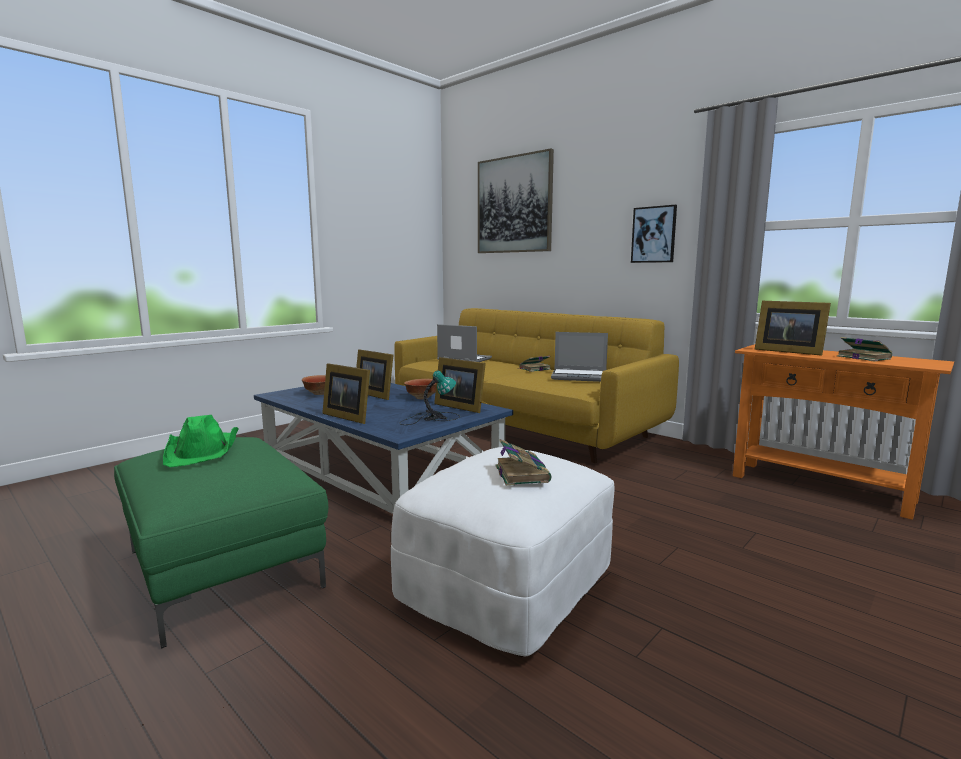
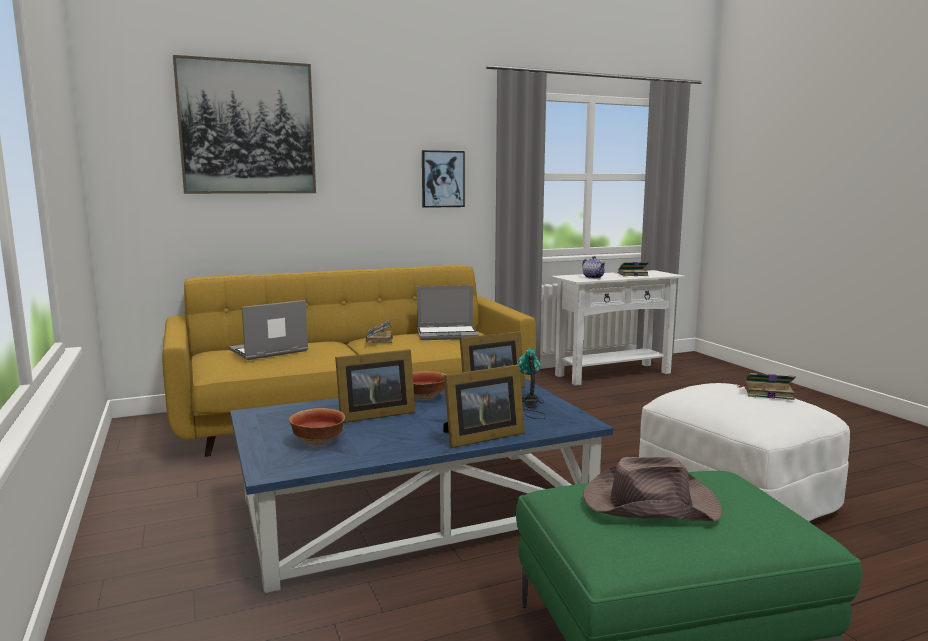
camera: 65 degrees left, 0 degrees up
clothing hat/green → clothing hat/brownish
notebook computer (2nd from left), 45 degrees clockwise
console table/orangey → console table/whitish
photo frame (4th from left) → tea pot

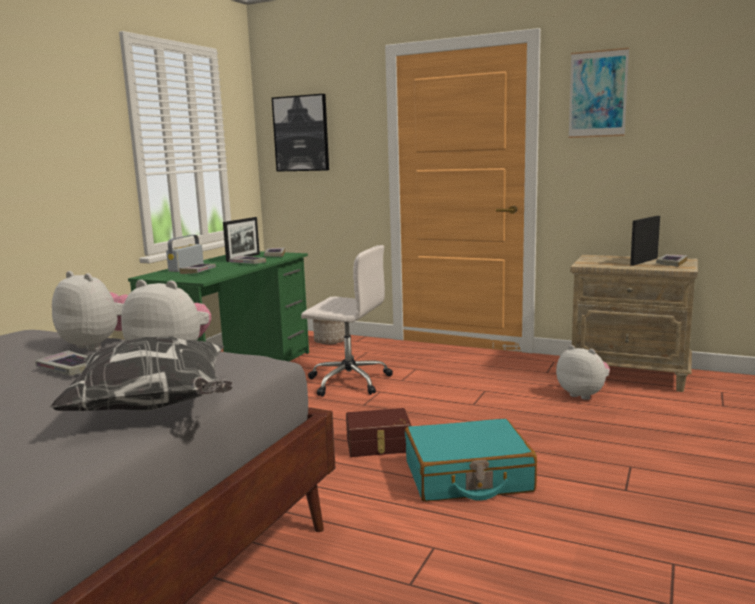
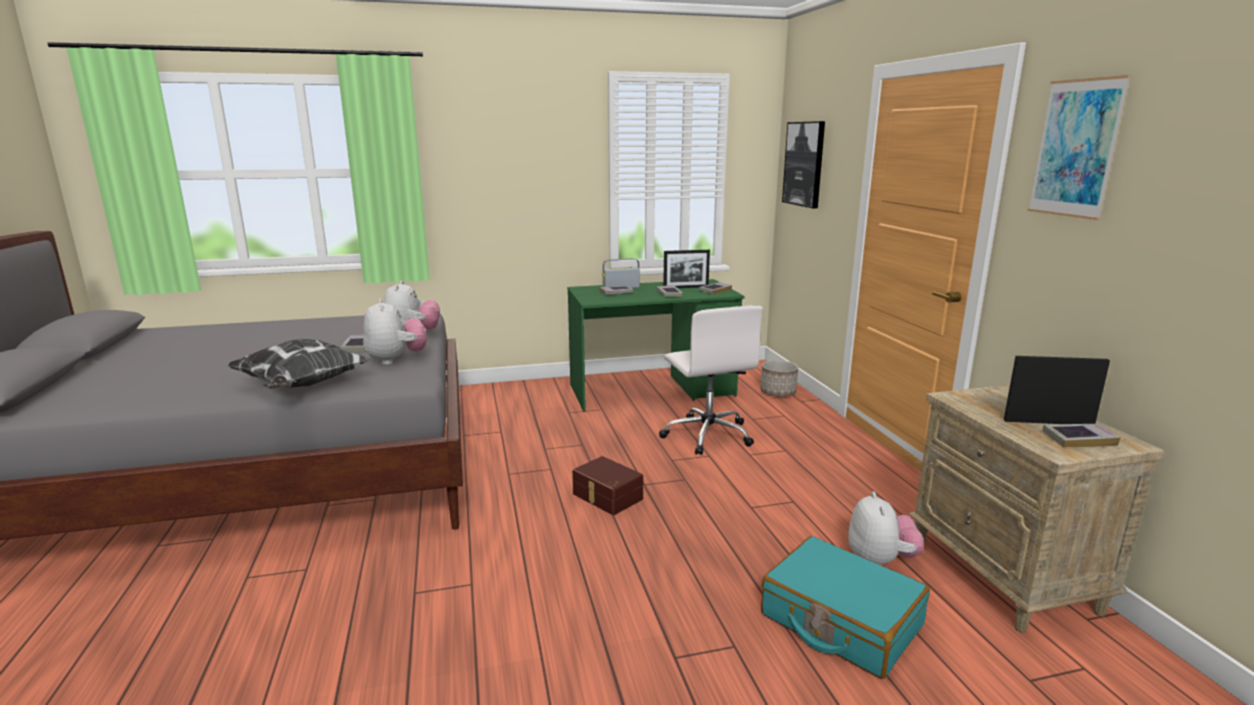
camera: 50 degrees right, 5 degrees up
piece of luggage/turquoise, moved

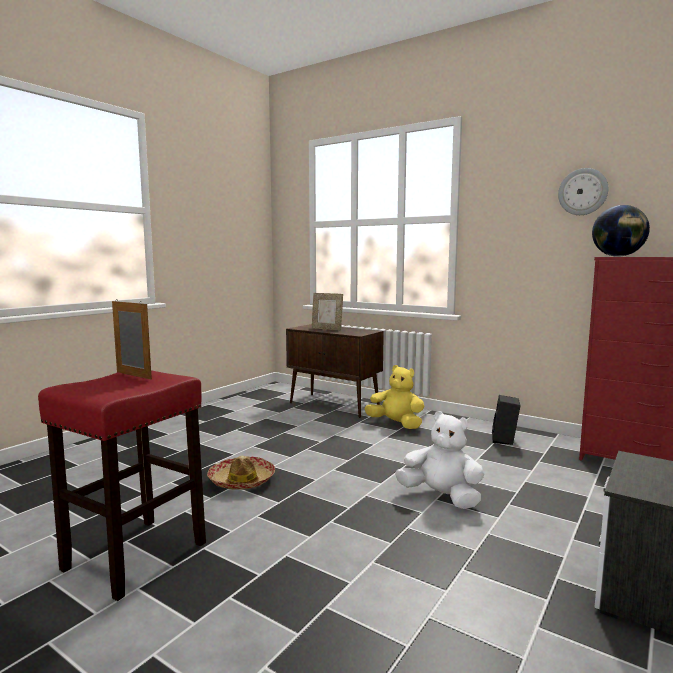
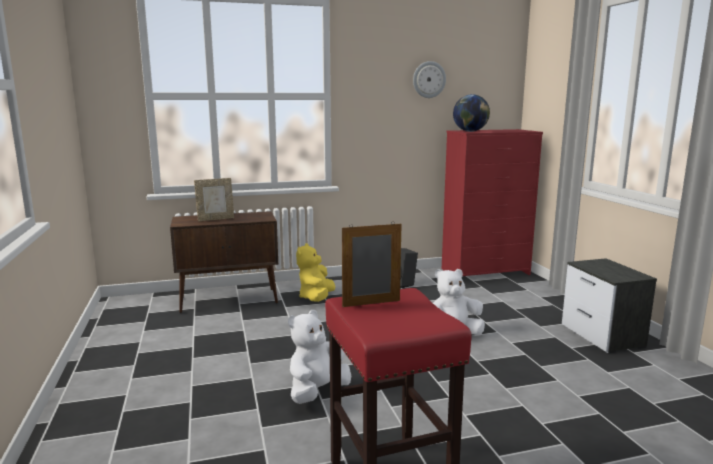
camera: 50 degrees left, 5 degrees up
clothing hat → soft toy/whitish (1st from left)
soft toy/yellow, 60 degrees counterclockwise

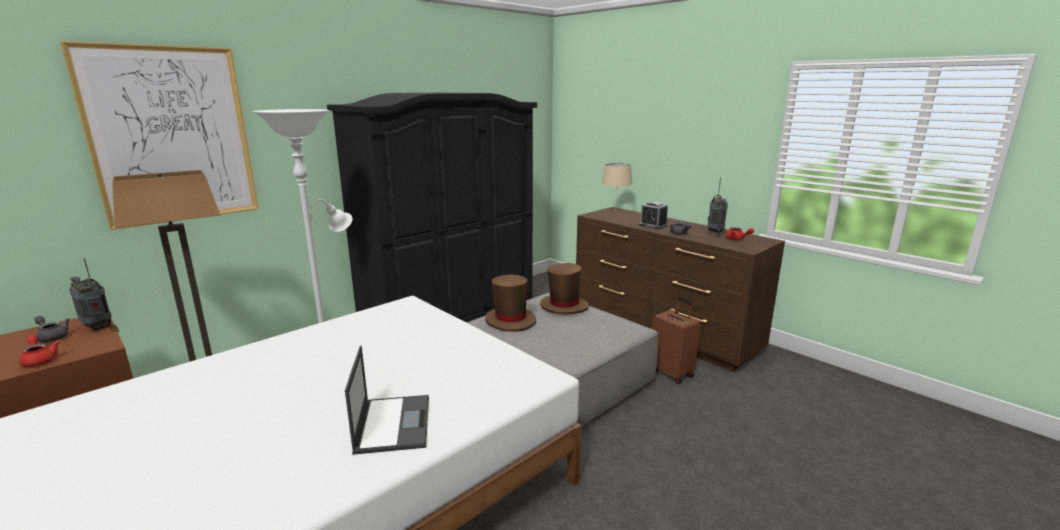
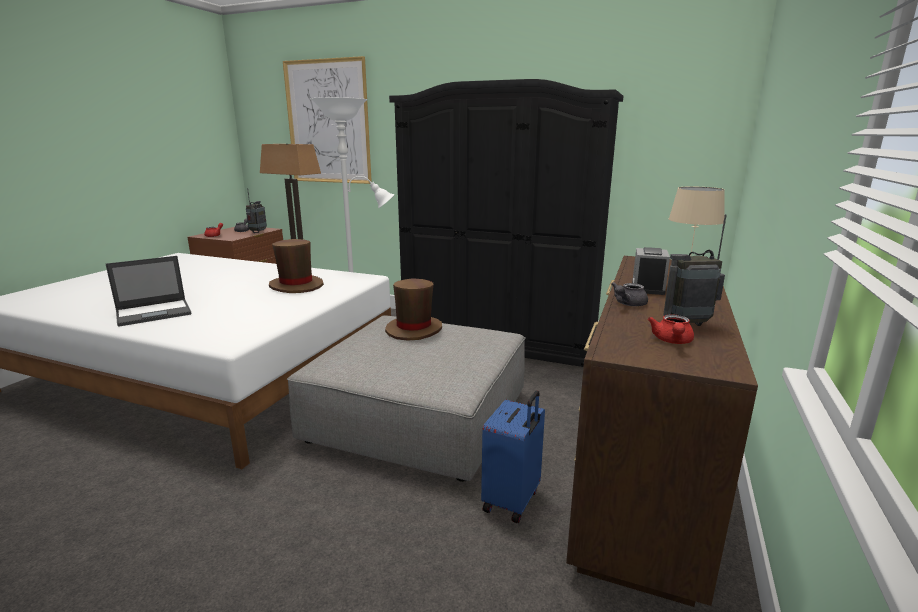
camera: 65 degrees right, 0 degrees up
clothing hat/brownish (2nd from left in the first image) → clothing hat/brownish (1st from left), moved
piece of luggage/brownish → piece of luggage/blue

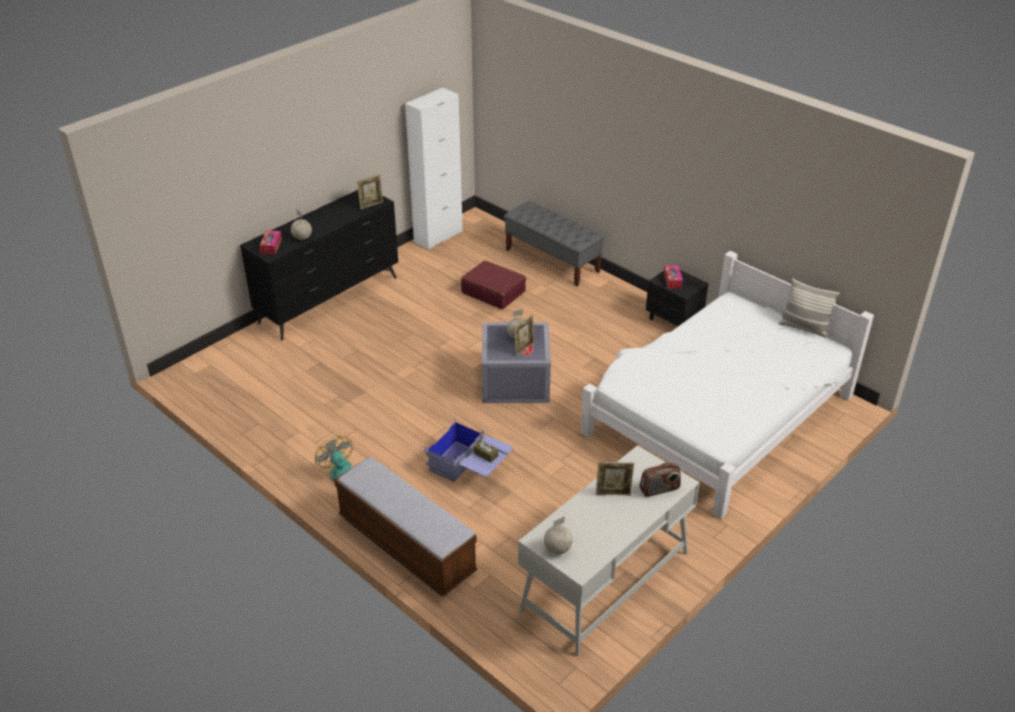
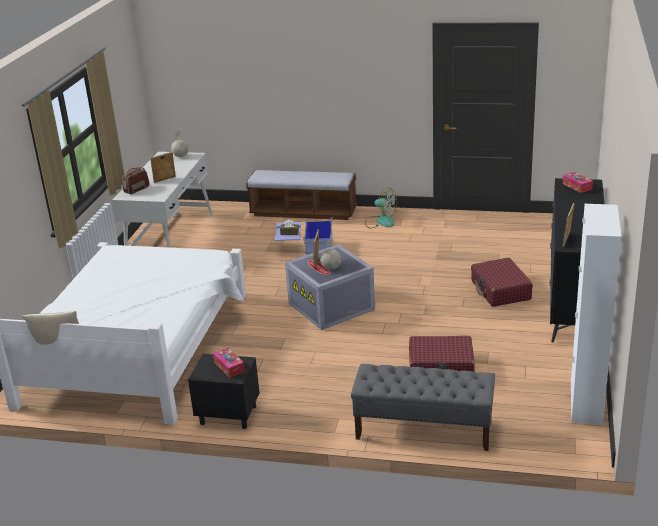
camera: 150 degrees right, 10 degrees down
desk globe (1st from left) → -
- → piece of luggage/reddish (2nd from left)

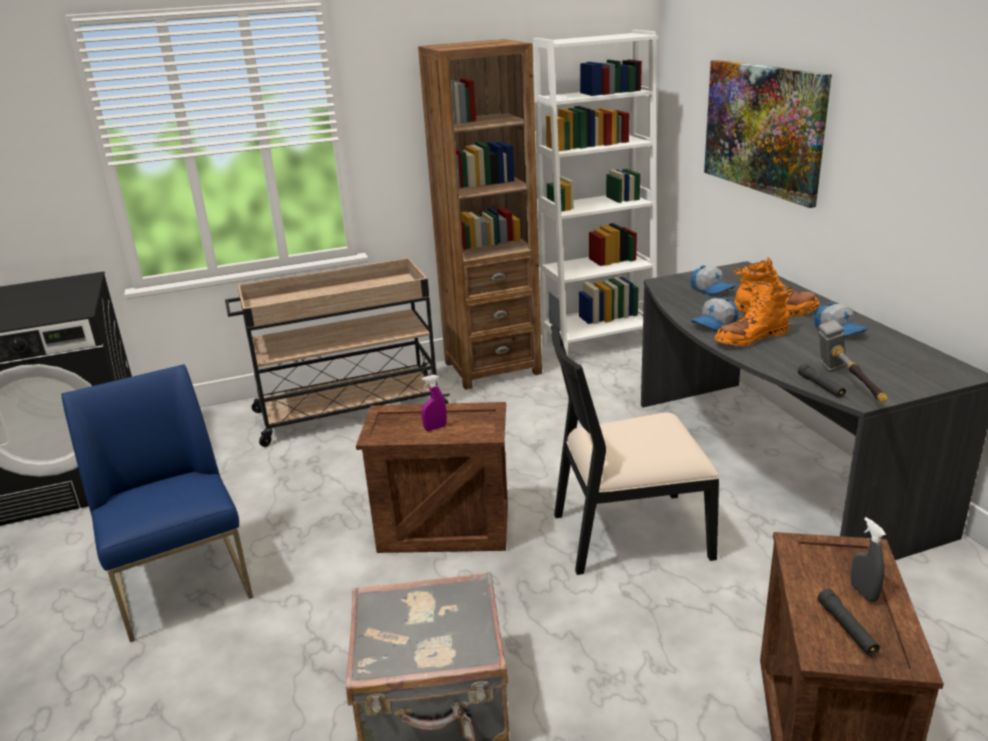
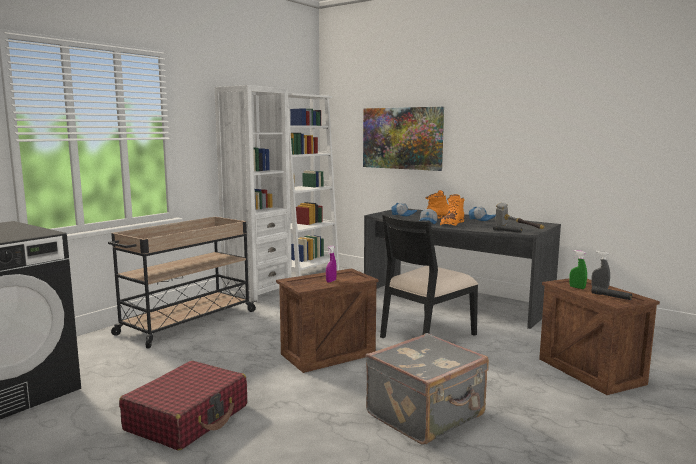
camera: 35 degrees left, 15 degrees down
upright chair/blue → piece of luggage/reddish
bookcase/brownish → bookcase/whitish (1st from left)
- → spray bottle/green

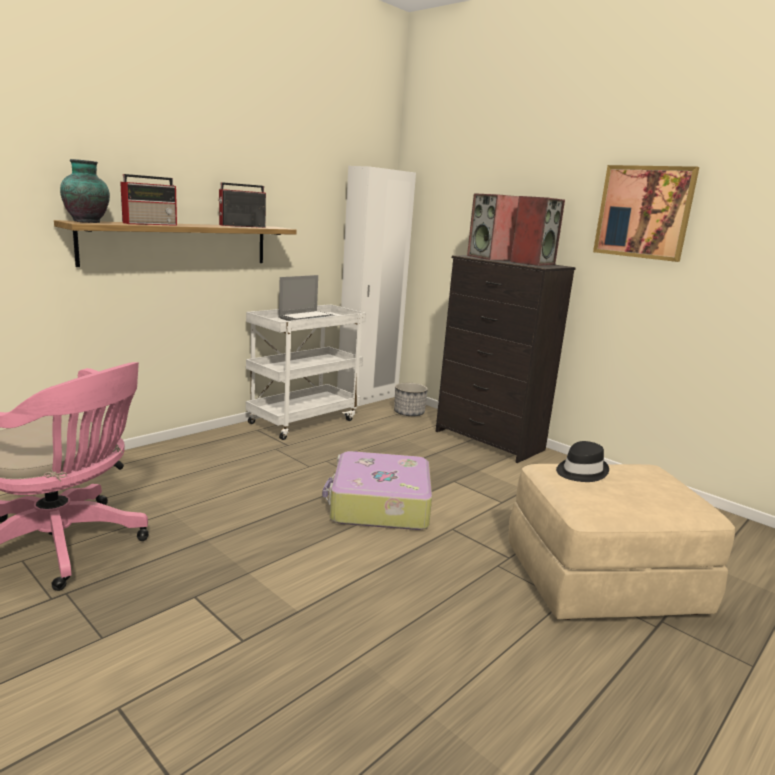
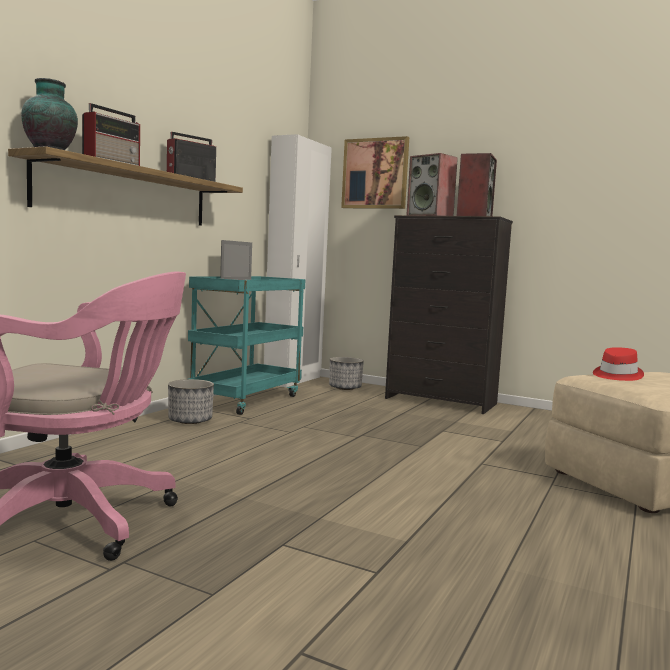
camera: 15 degrees left, 10 degrees down
cart/whitish → cart/turquoise
piece of luggage → -
clothing hat/black → clothing hat/reddish
wall art, moved
- → plant pot (1st from left)

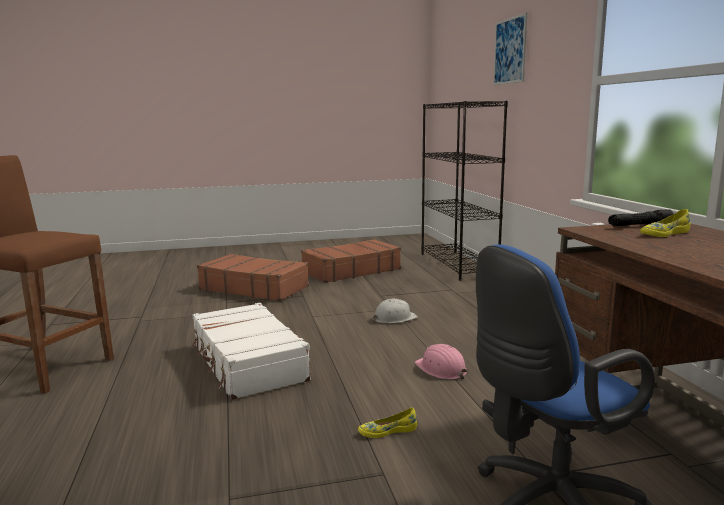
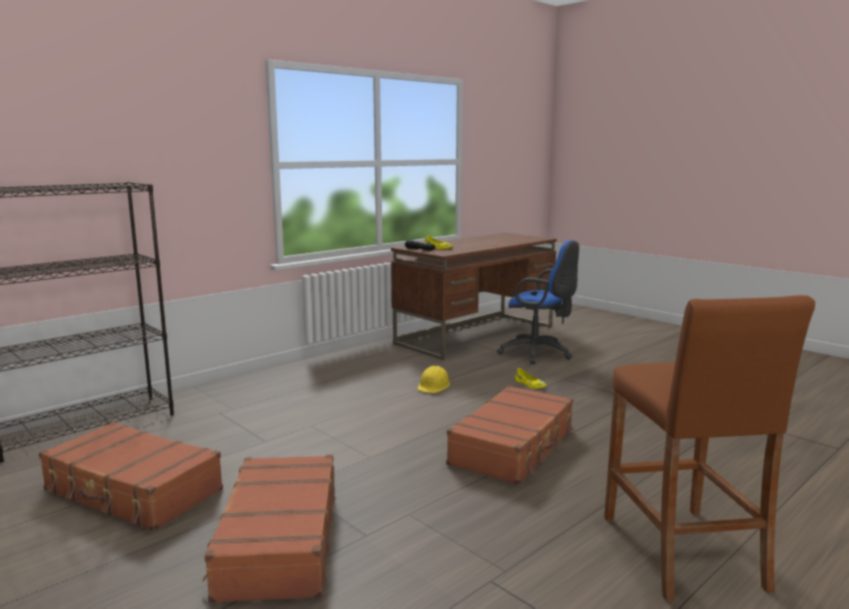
camera: 120 degrees left, 0 degrees up
piece of luggage/whitish → piece of luggage/brownish (3rd from left)
hard hat/whitish → -
hard hat/pink → hard hat/yellow
wall art → -

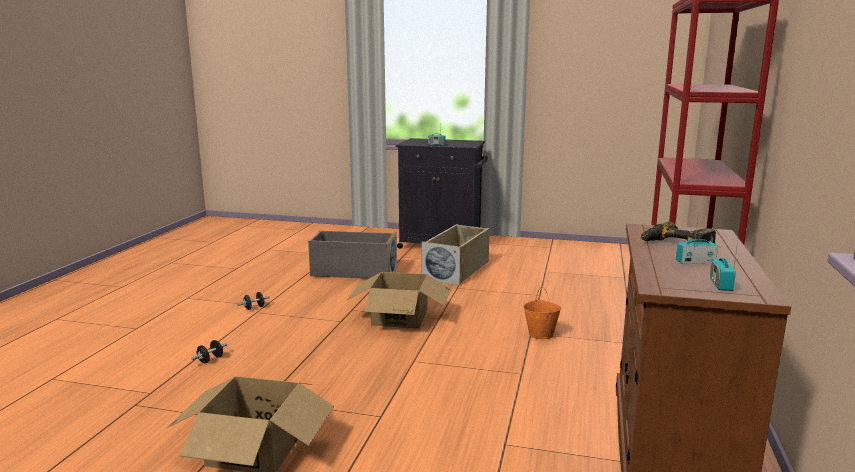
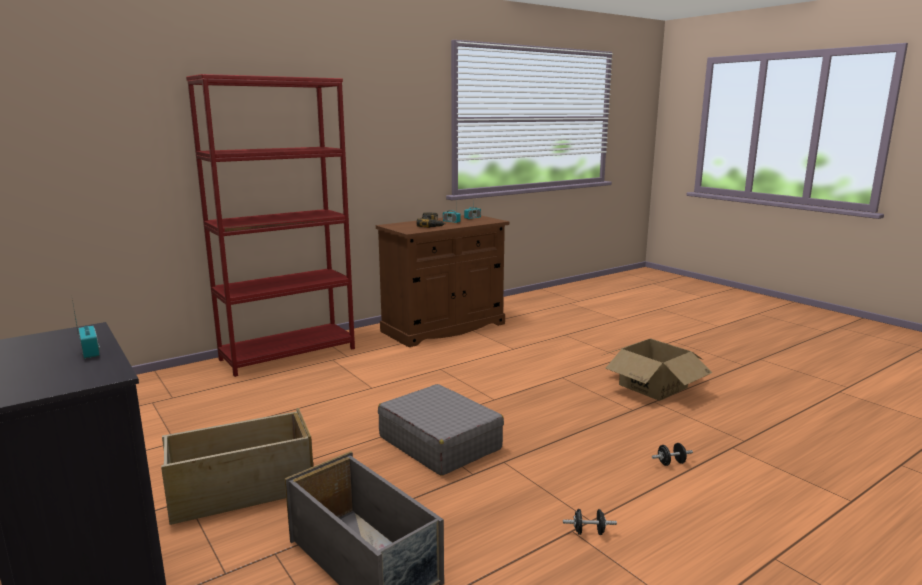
camera: 140 degrees left, 0 degrees up
carton (2nd from left) → piece of luggage/gray
bucket/orangey → -

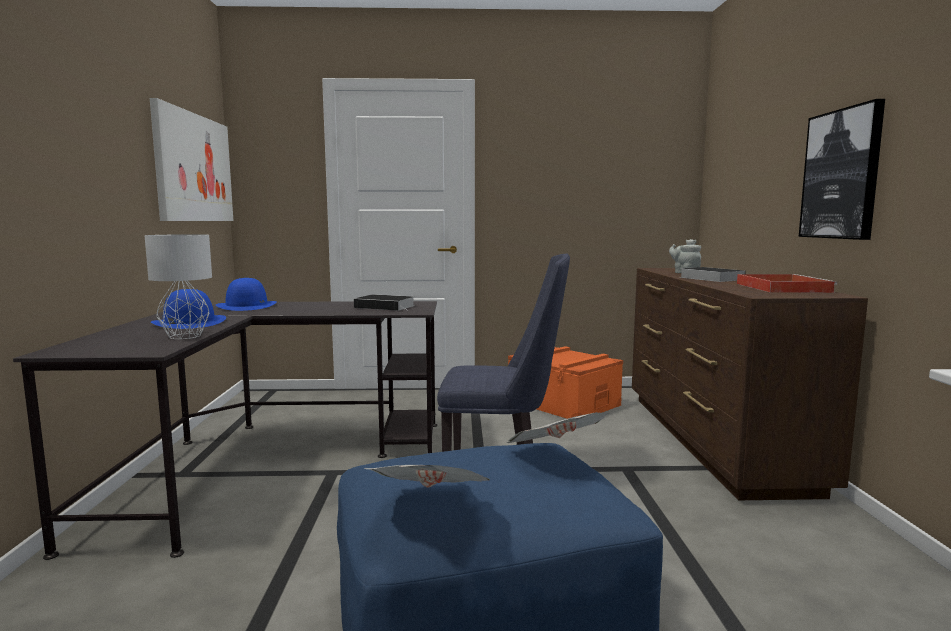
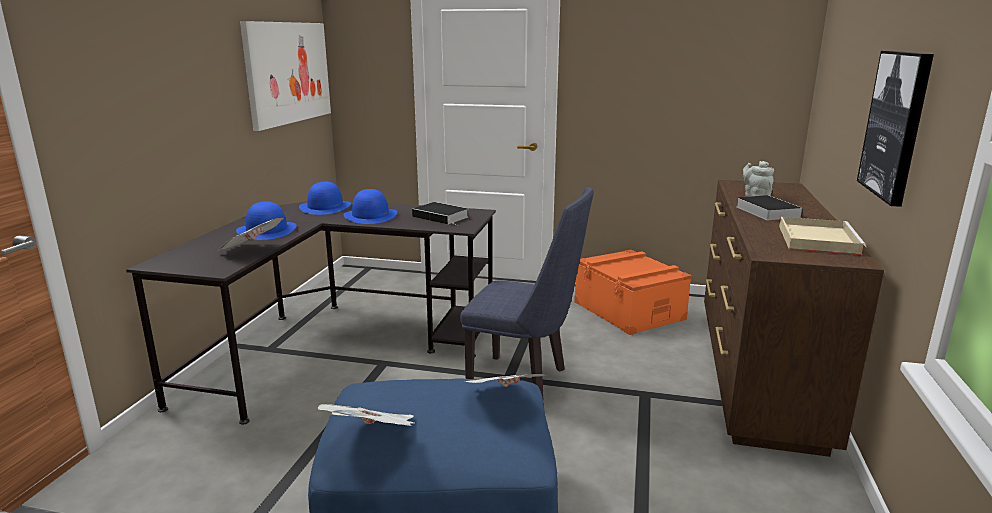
camera: 15 degrees right, 10 degrees up
tabletop lamp/gray → daily paper (1st from left)
carrying tray/reddish → carrying tray/beige-coloured
- → clothing hat/blue (3rd from left)

